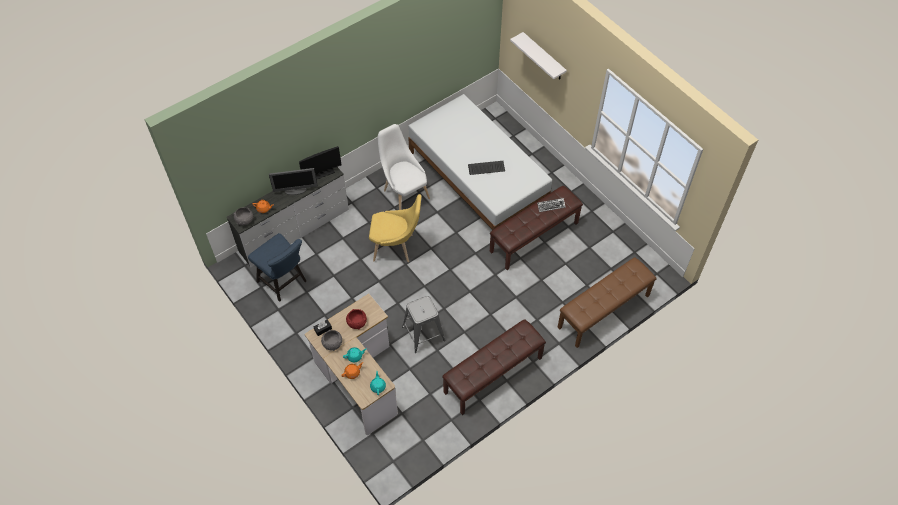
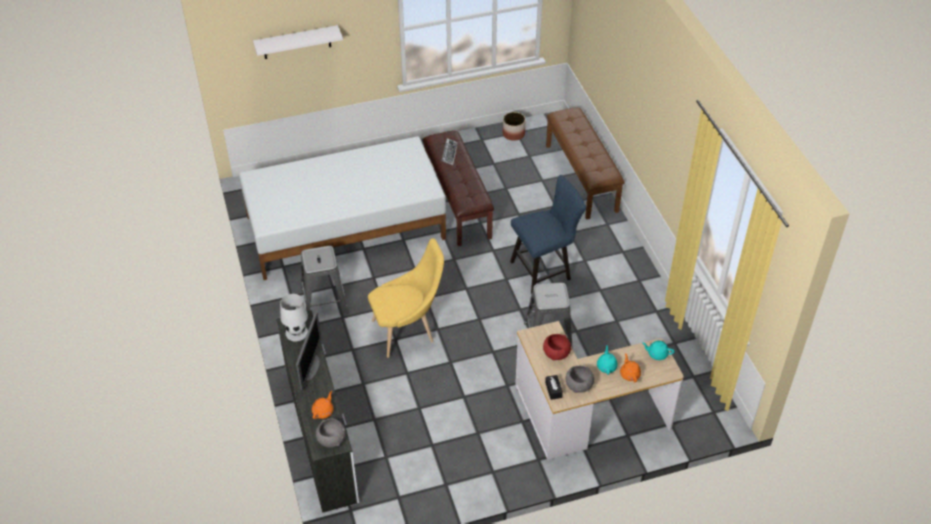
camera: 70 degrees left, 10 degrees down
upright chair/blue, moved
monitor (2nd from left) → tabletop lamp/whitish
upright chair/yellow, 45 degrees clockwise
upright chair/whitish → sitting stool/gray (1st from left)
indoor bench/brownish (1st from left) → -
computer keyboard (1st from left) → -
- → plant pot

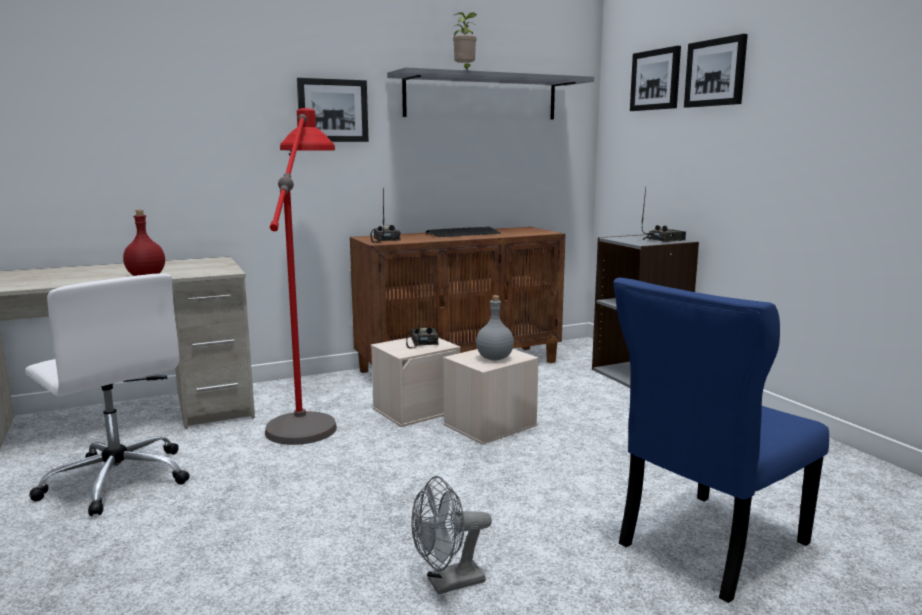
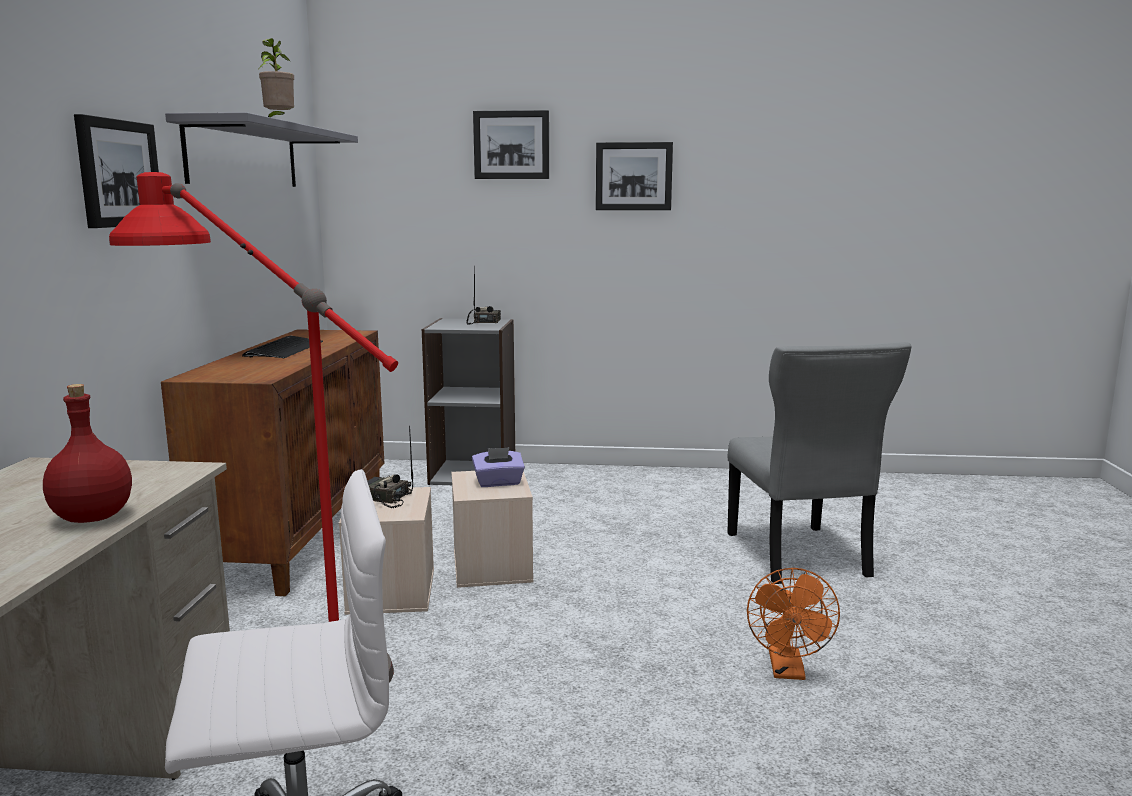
camera: 60 degrees left, 0 degrees up
radio receiver (1st from left) → -
electric fan/gray → electric fan/orangey
bottle/gray → tissue box/purplish
upright chair/blue → upright chair/gray
wall art (2nd from left in the first image) → wall art (3rd from left), moved

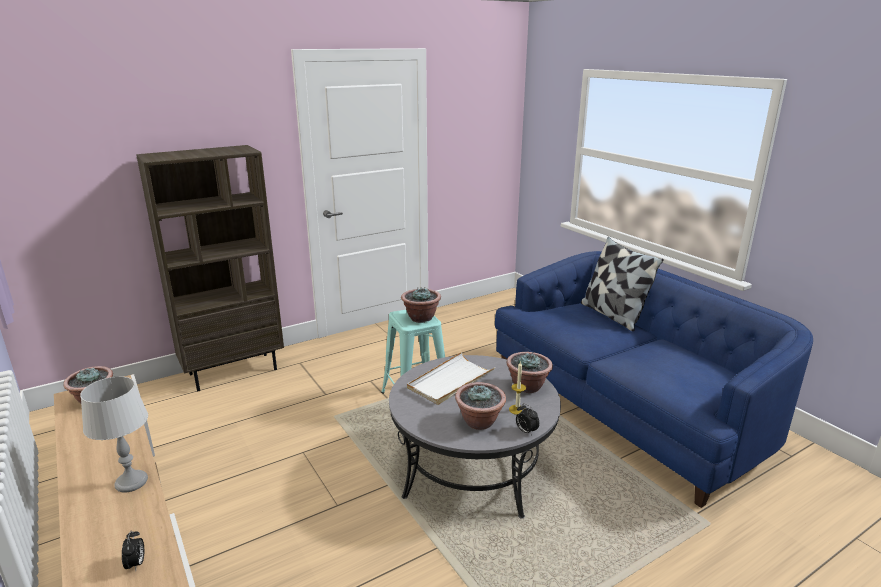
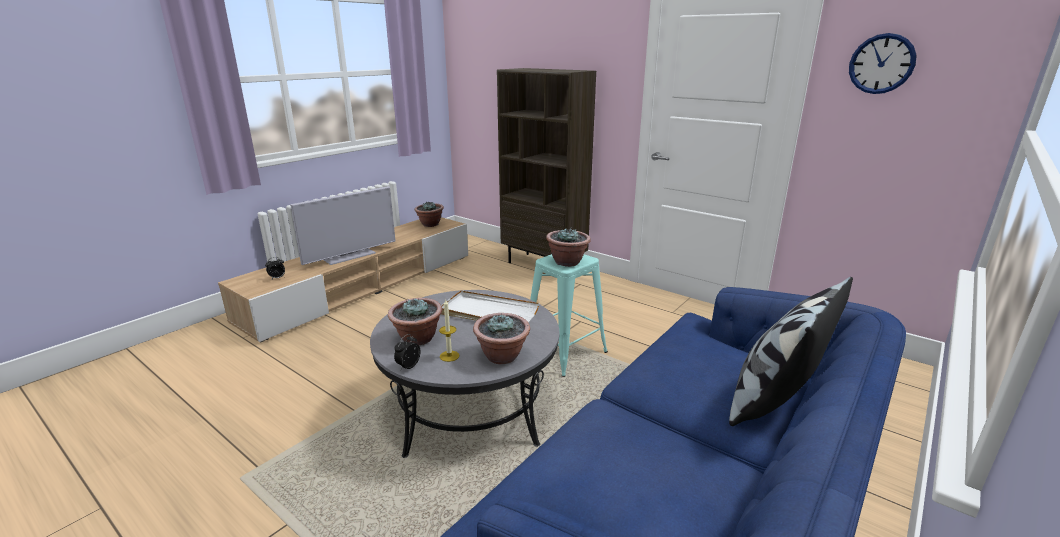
camera: 70 degrees right, 0 degrees up
tabletop lamp/gray → TV
- → hanging clock

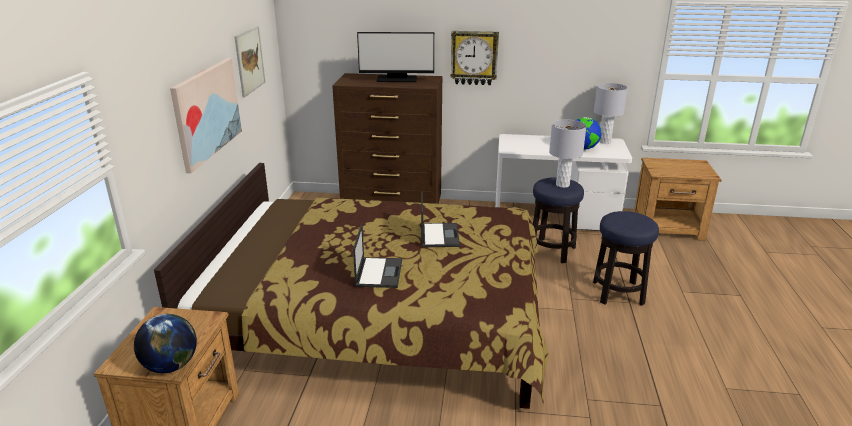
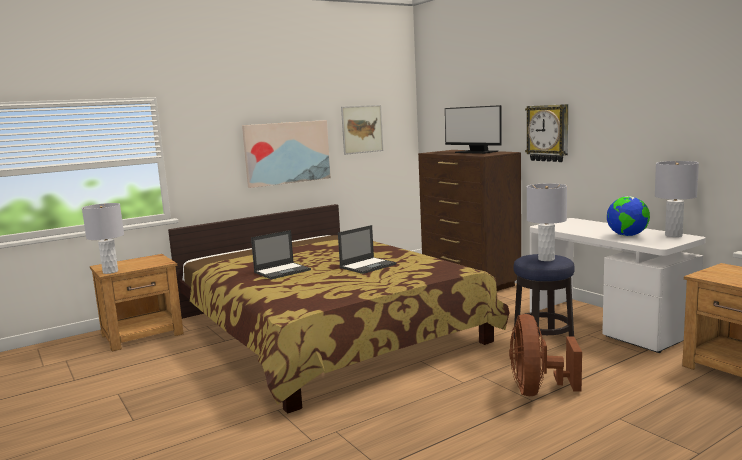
camera: 50 degrees right, 15 degrees down
desk globe (1st from left) → tabletop lamp/gray (1st from left)
sitting stool (2nd from left) → electric fan/brownish

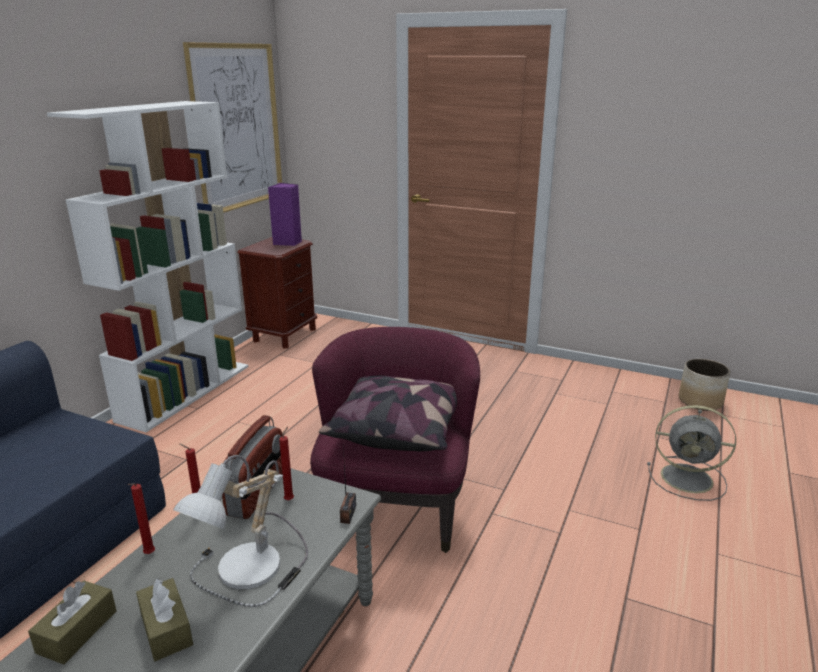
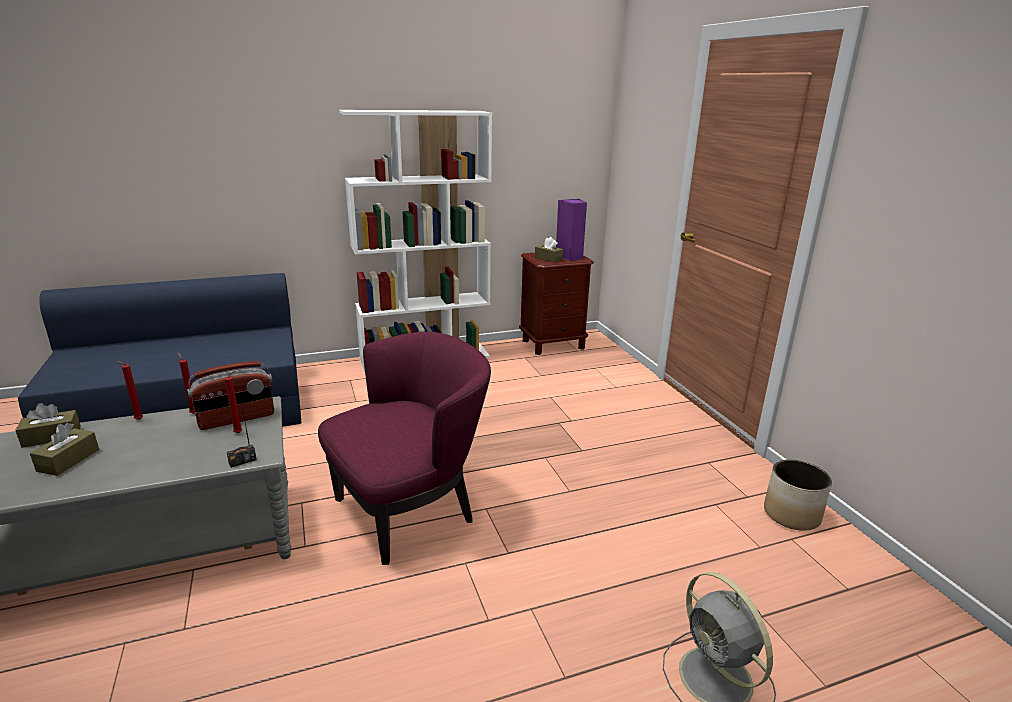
camera: 45 degrees right, 0 degrees up
tabletop lamp → -
wall art → -
pillow → -
plant pot, moved
- → tissue box/brownish (3rd from left)

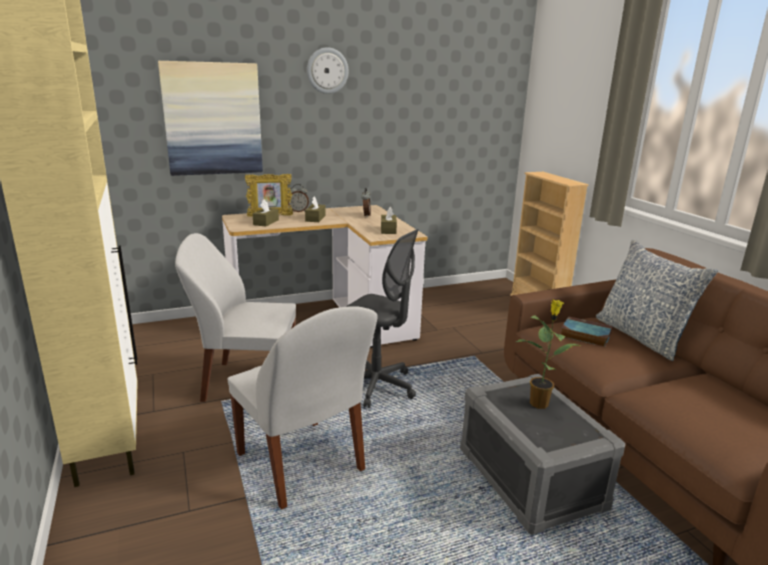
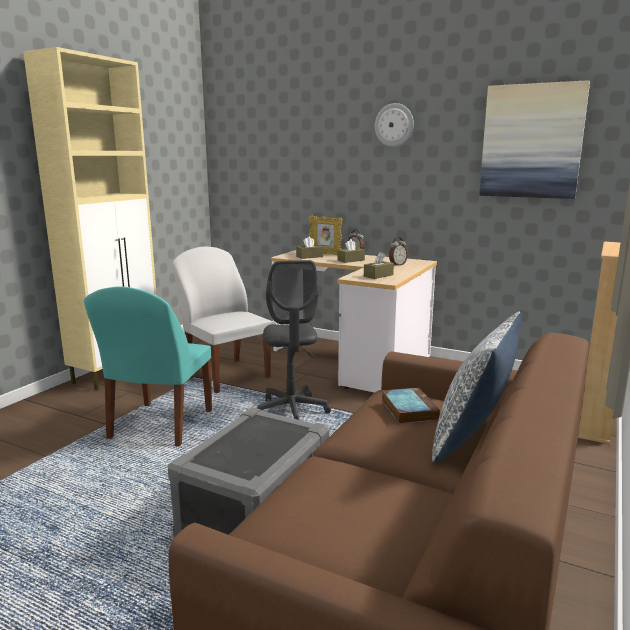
camera: 50 degrees right, 5 degrees down
wall art, moved
upright chair/whitish (2nd from left) → upright chair/turquoise
plant in a pot → -

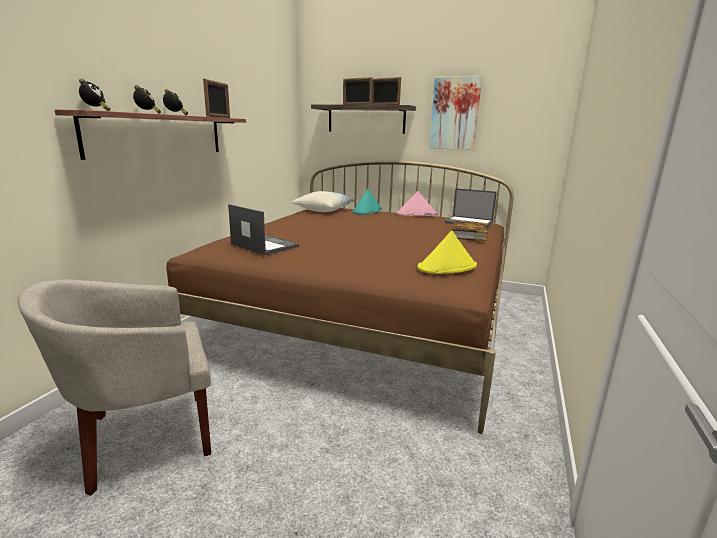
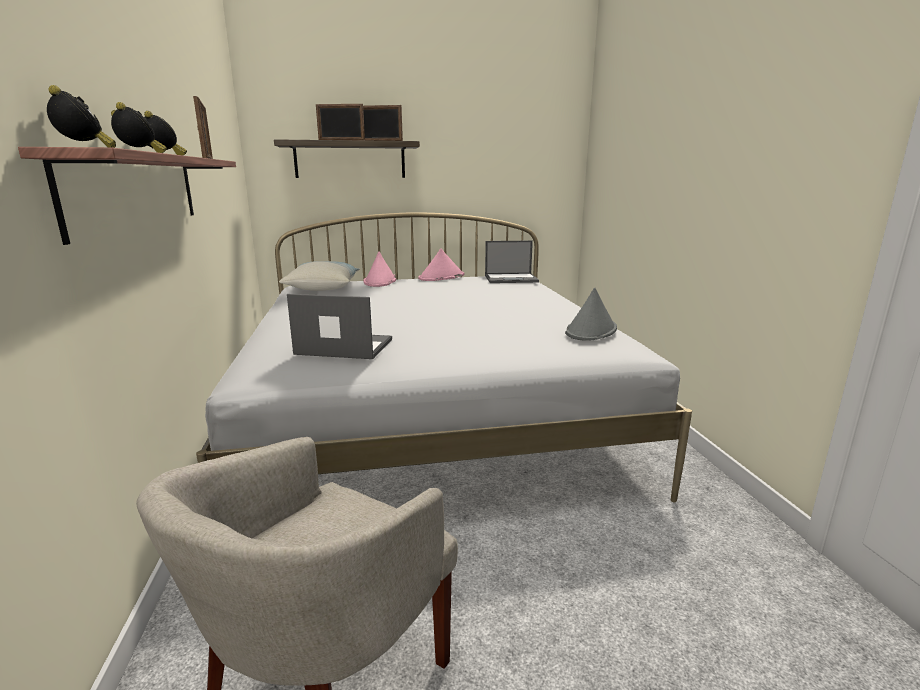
camera: 30 degrees left, 0 degrees up
bedroom bed/brownish → bedroom bed/whitish
clothing hat/turquoise → clothing hat/pink (1st from left)
clothing hat/yellow → clothing hat/gray
wall art → -
volume → -

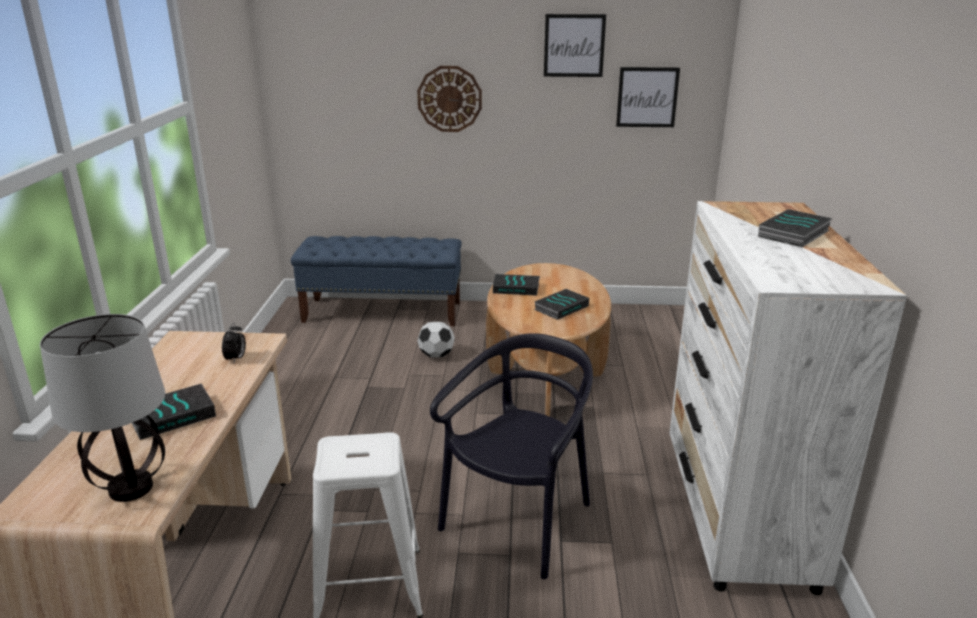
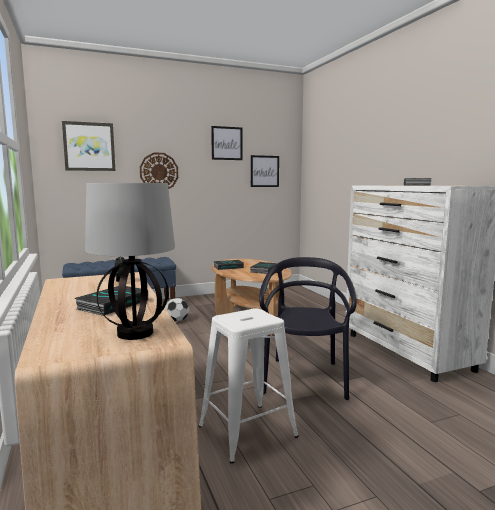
camera: 25 degrees left, 15 degrees down
- → wall art (1st from left)

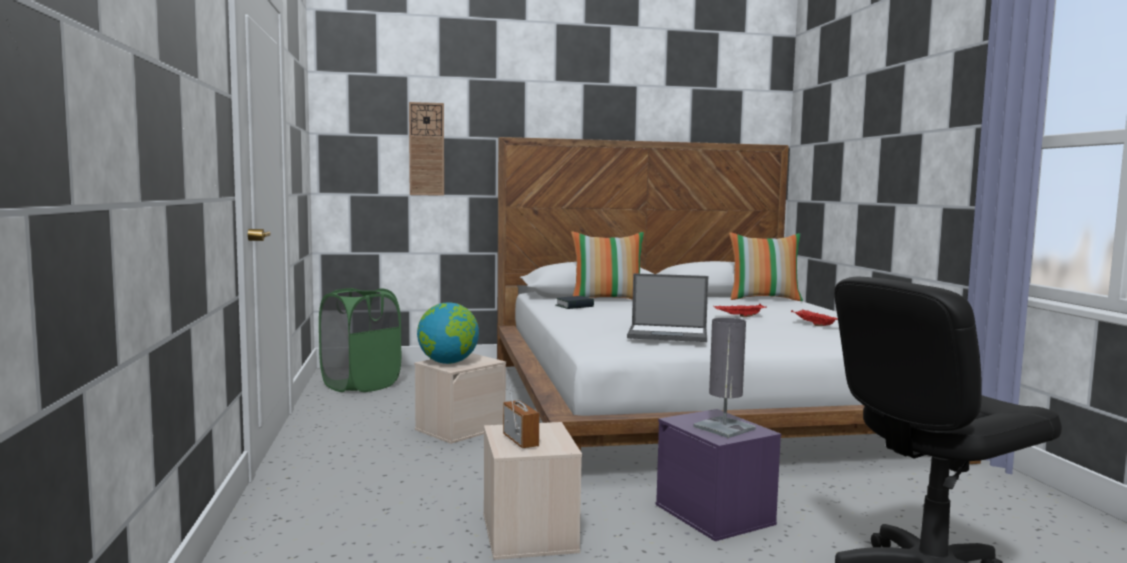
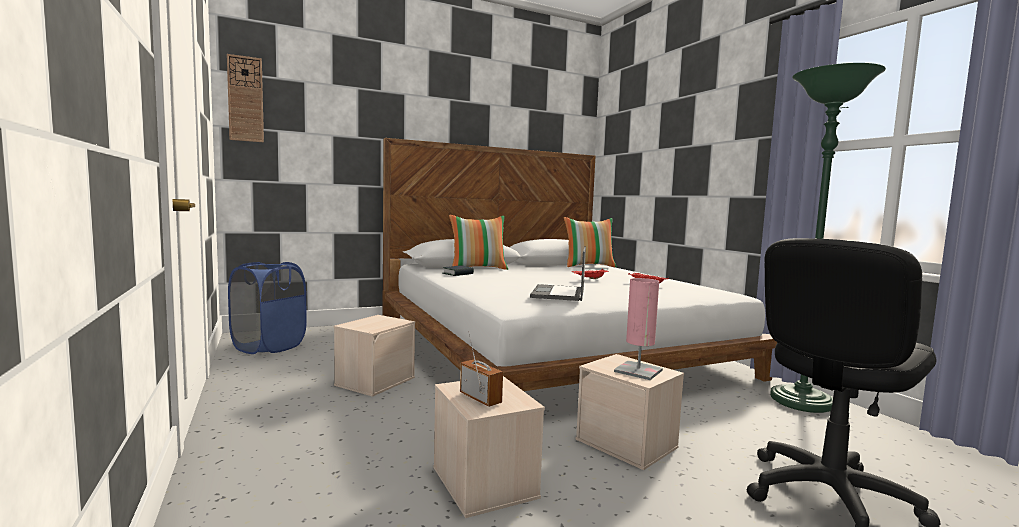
camera: 15 degrees left, 0 degrees up
laundry basket/green → laundry basket/blue
hanging clock, moved
desk globe → -
notebook computer, 105 degrees clockwise
storage container/purplish → storage container/beige-coloured (3rd from left)
tabletop lamp/gray → tabletop lamp/pink
- → standing lamp/green

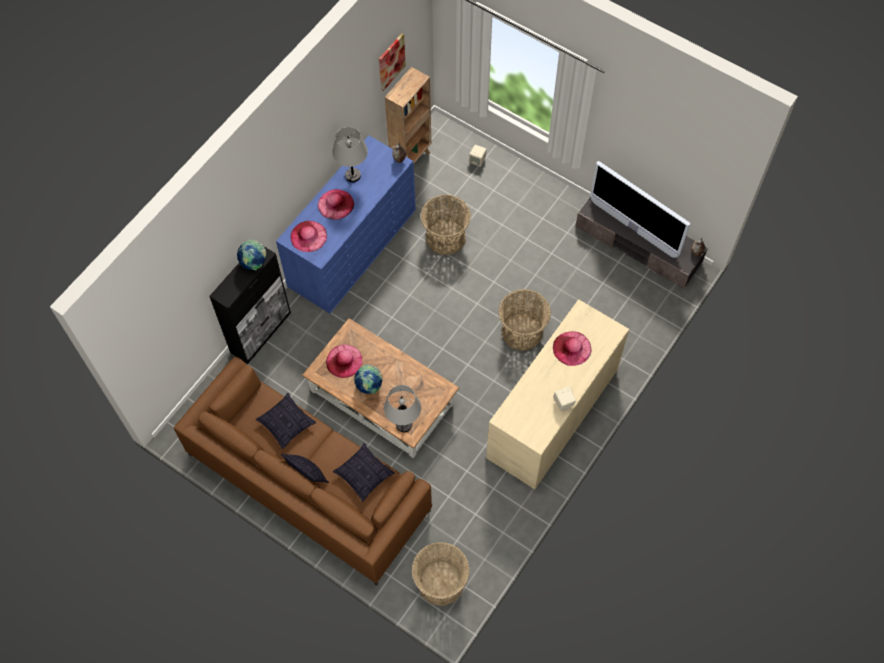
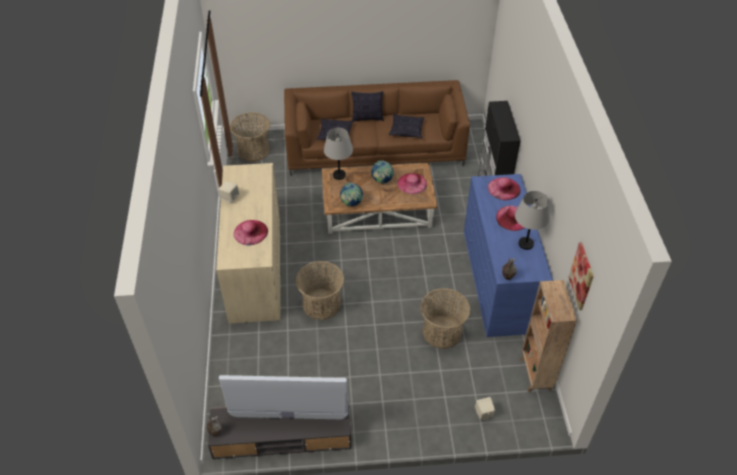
camera: 140 degrees right, 15 degrees down
desk globe (1st from left), moved

